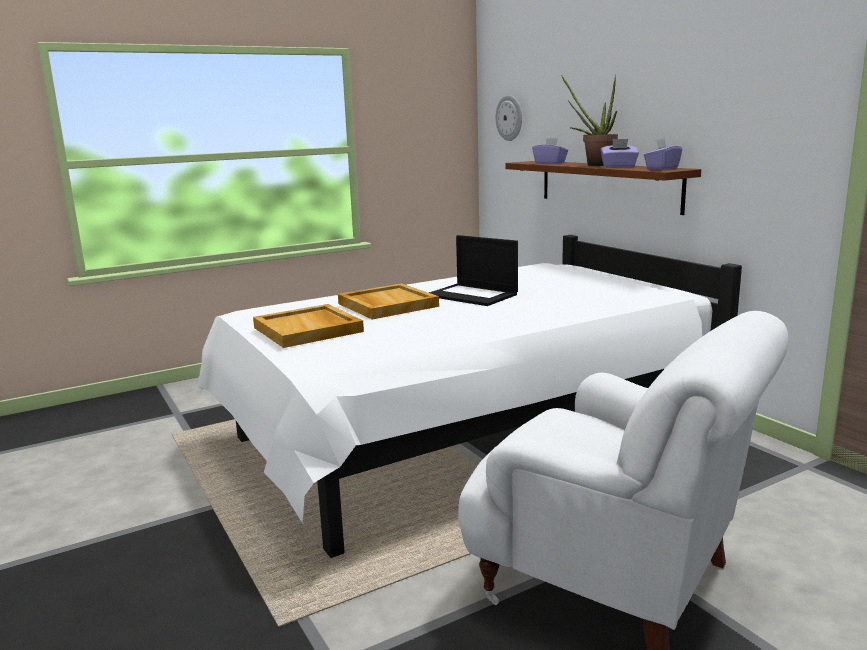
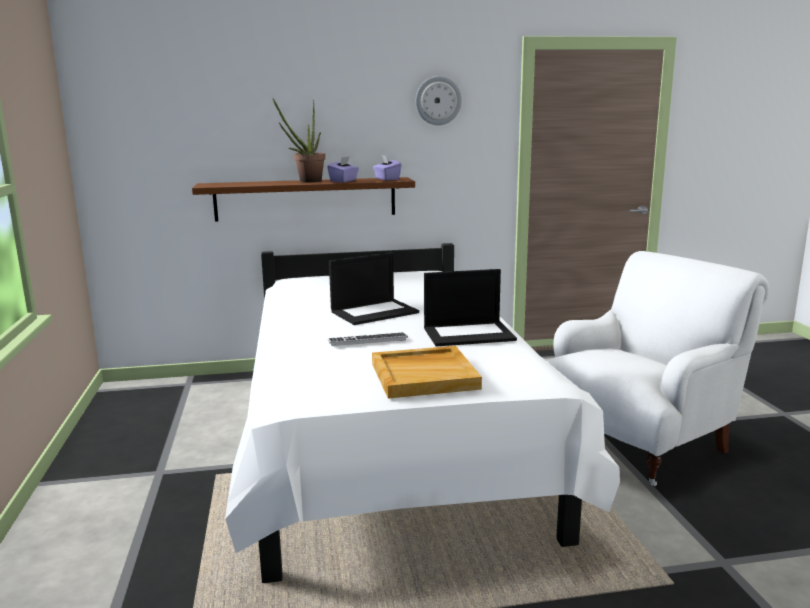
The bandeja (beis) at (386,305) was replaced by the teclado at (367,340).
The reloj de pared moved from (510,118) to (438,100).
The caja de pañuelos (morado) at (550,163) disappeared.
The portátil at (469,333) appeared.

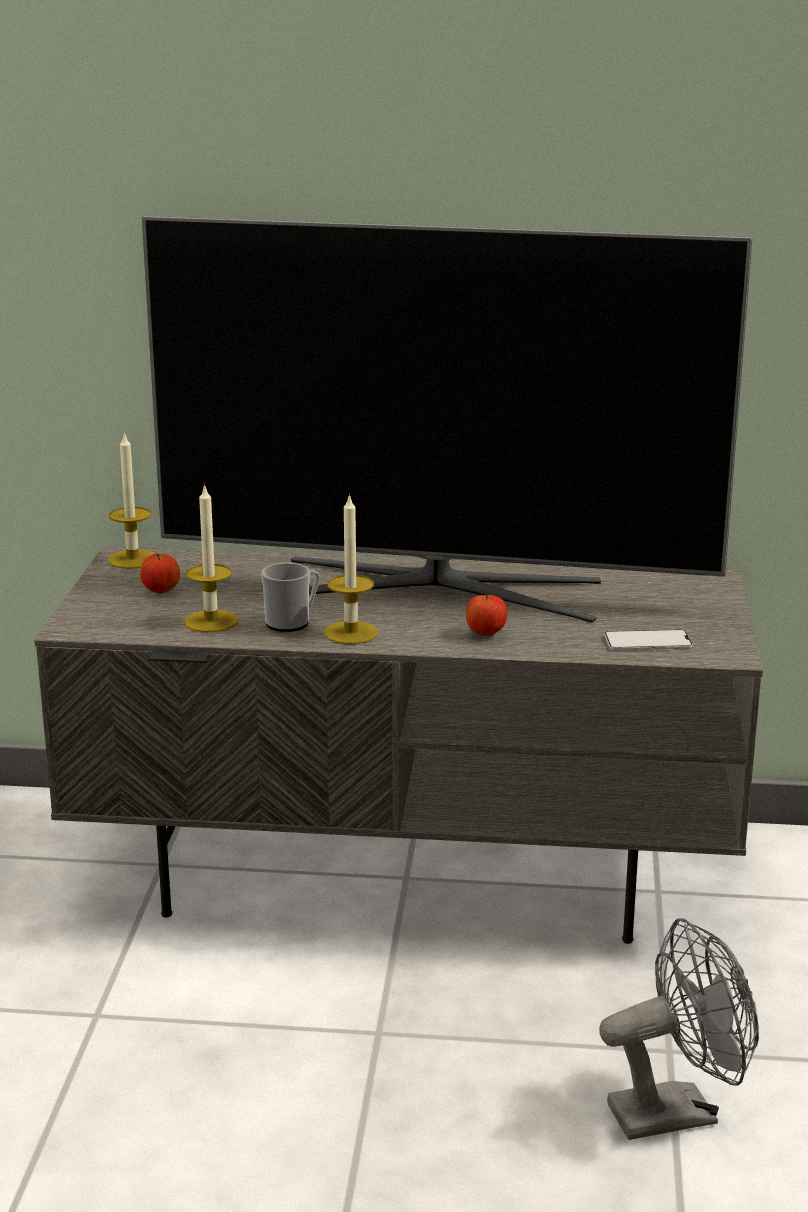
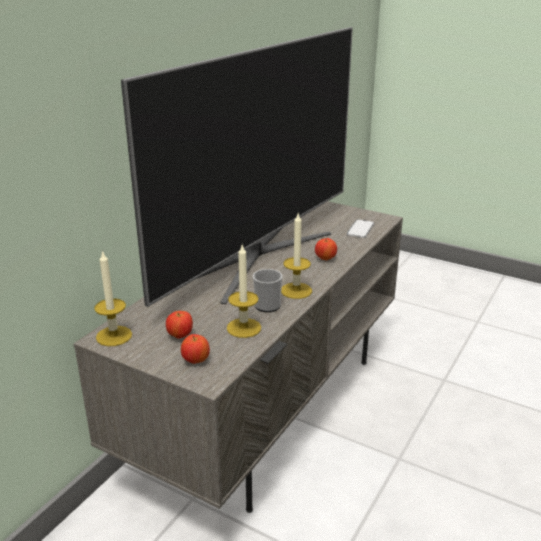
The ventilador (gris) at (677,1111) disappeared.
The manzana at (196,361) appeared.

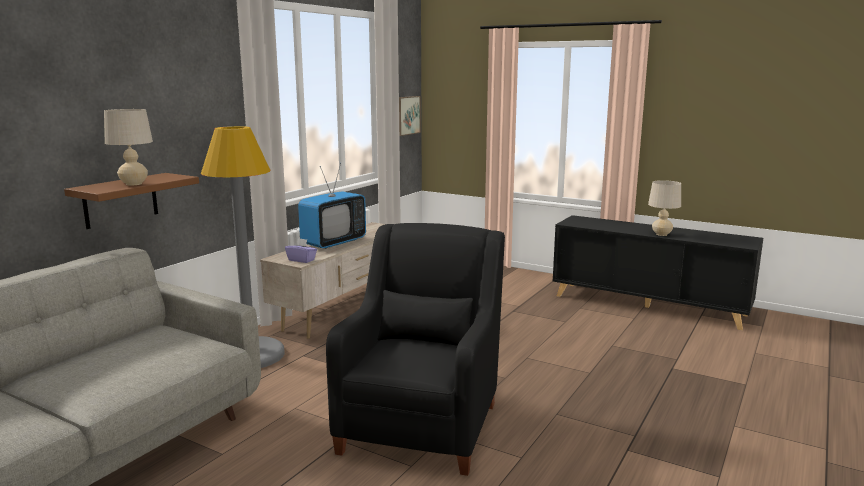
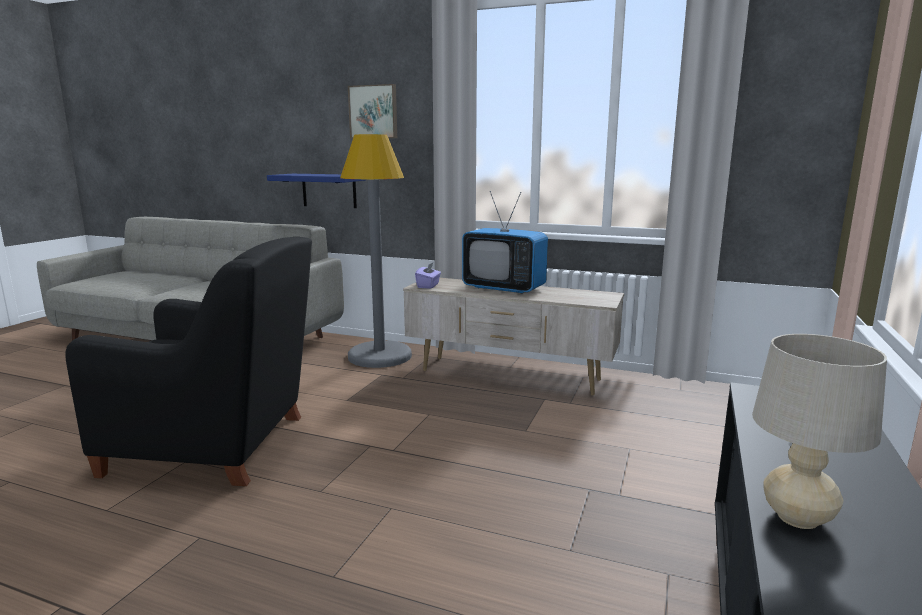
The estante (marrón) at (120,200) became the estante (azul) at (329,190).
The lámpara de mesa (beis) at (134,184) disappeared.
The cuadro moved from (407,115) to (374,112).

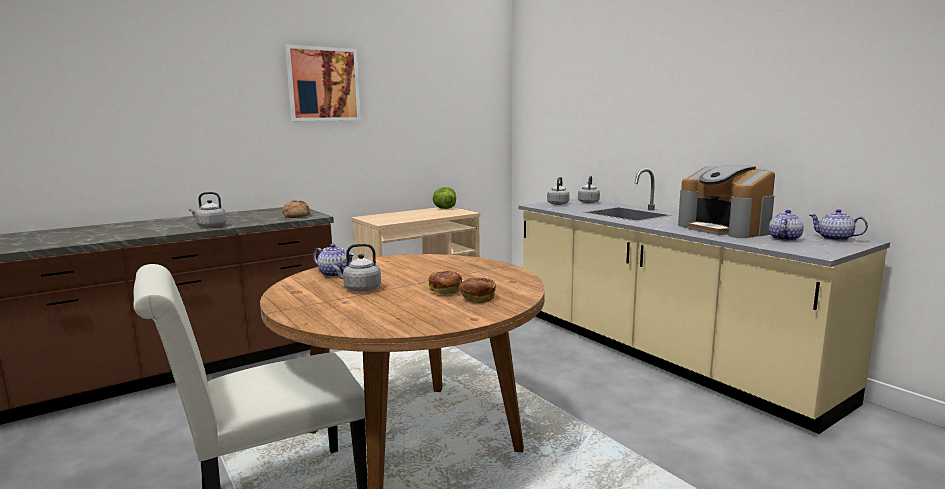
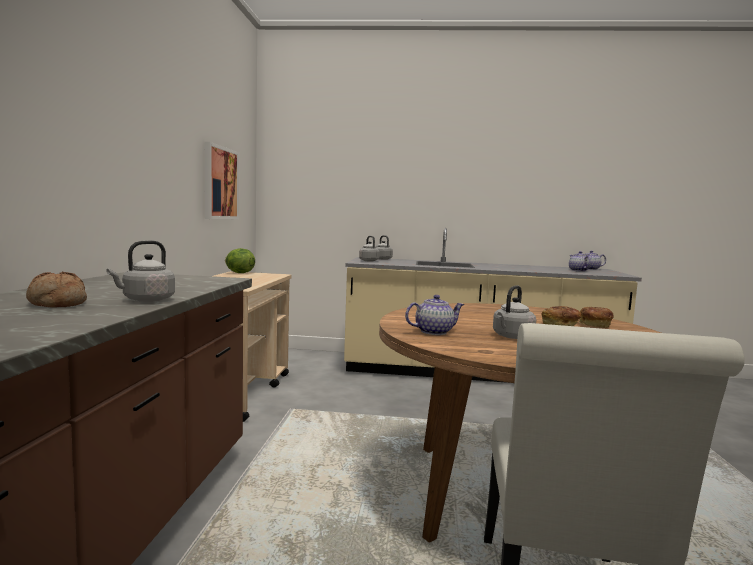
The pan moved from (296,216) to (56,303).
The cuadro moved from (323,84) to (220,183).
The cafetera at (725,229) disappeared.

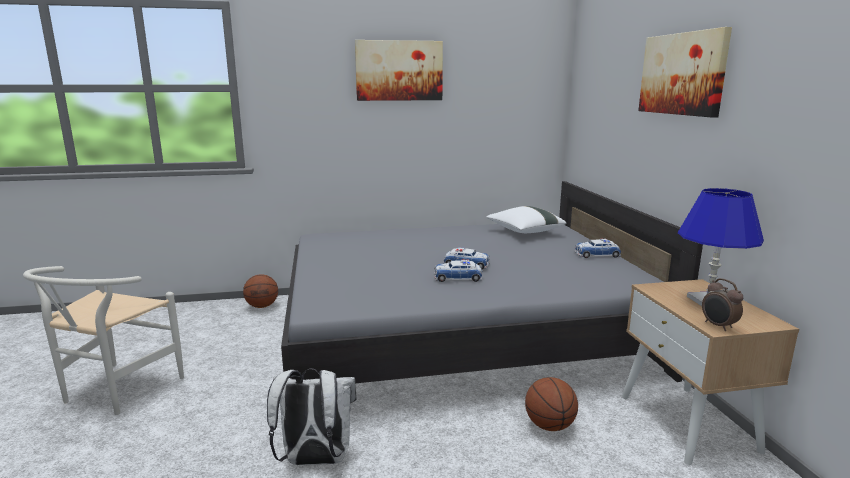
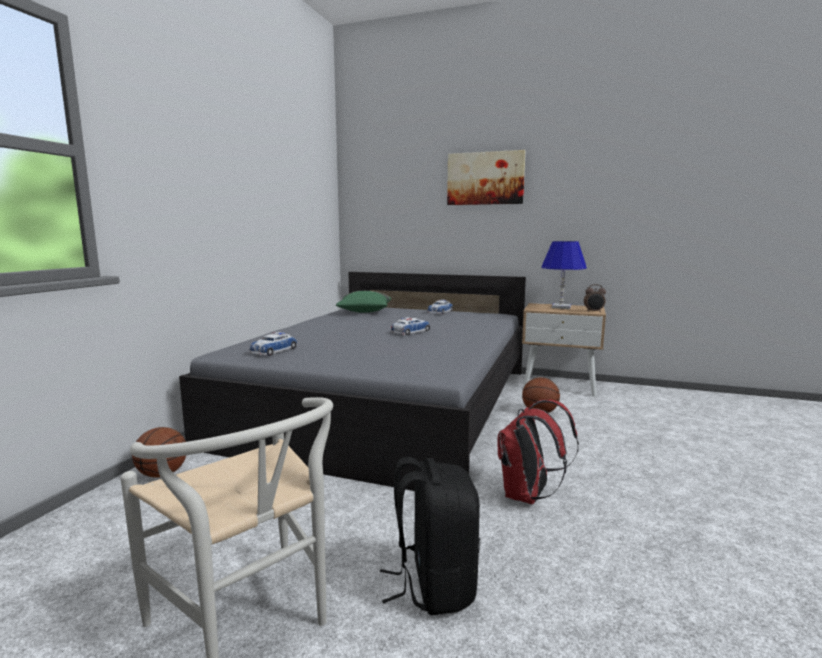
The mochila (blanco) at (315,460) became the mochila (rojo) at (528,496).
The cuadro at (399,70) disappeared.
The coche de juguete moved from (458,277) to (273,350).
The cojín (blanco) at (524,231) became the cojín (verde) at (364,312).
The mochila (negro) at (433,584) appeared.

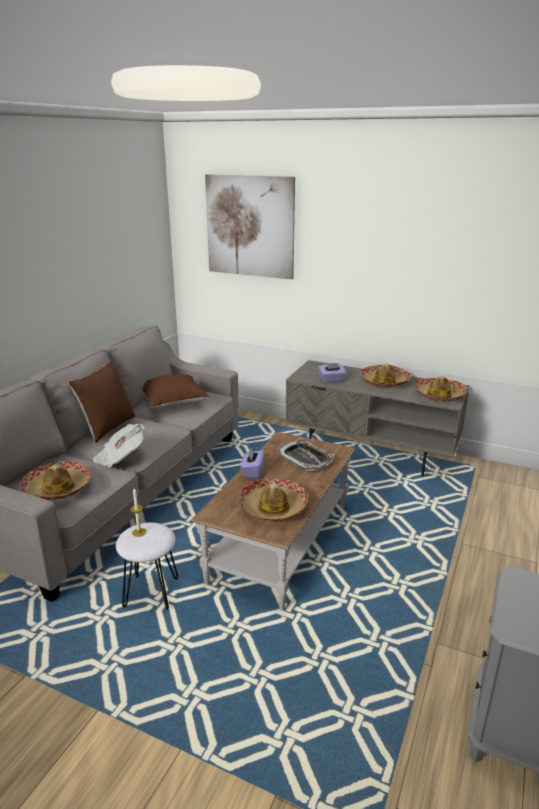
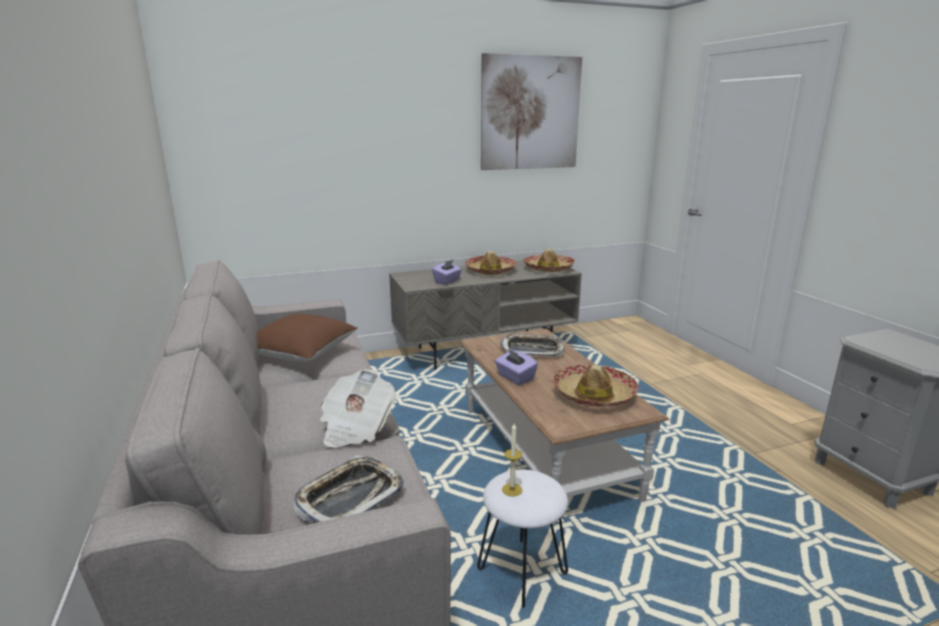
The sombrero at (58,488) was replaced by the bandeja at (350,497).
The cojín (marrón) at (107,427) disappeared.
The cuadro moved from (250,226) to (530,113).

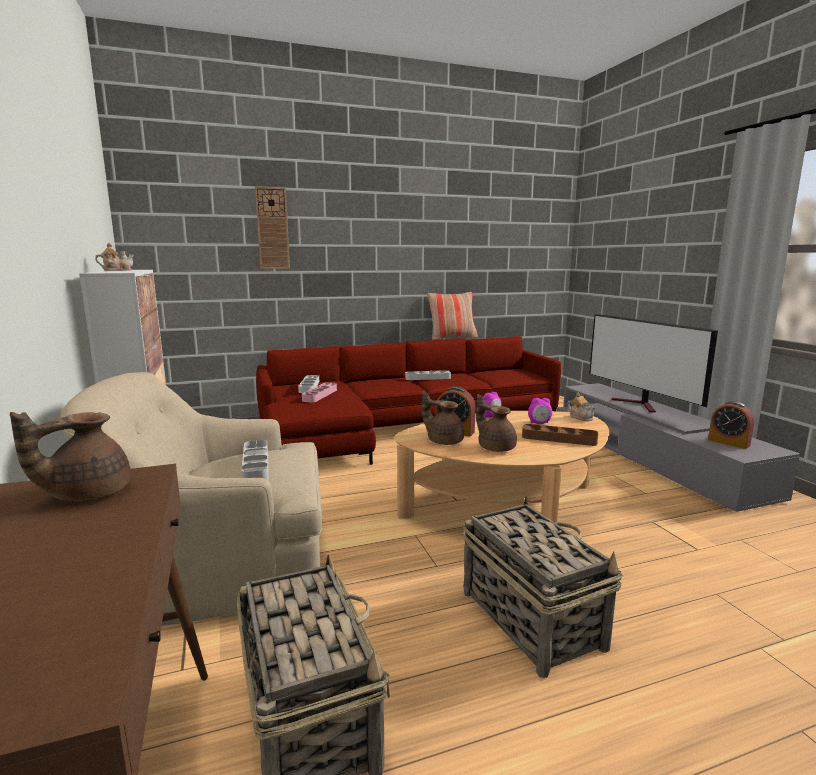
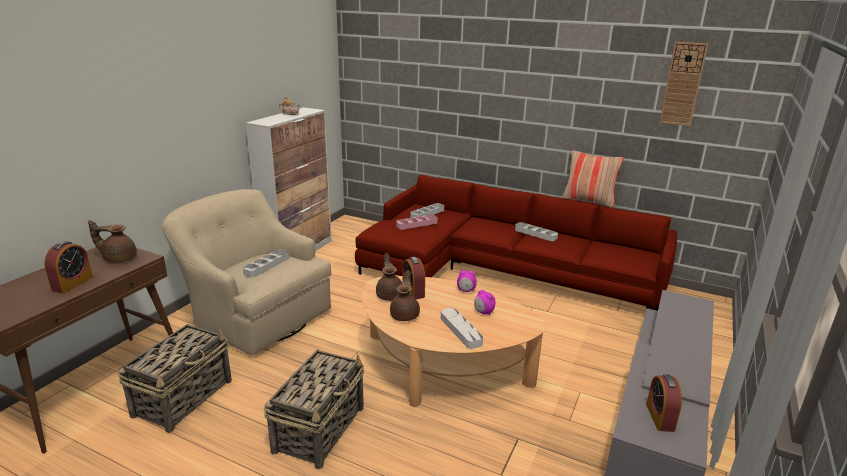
The reloj de pared moved from (272,228) to (683,84).
The bandeja (marrón) at (559,439) became the bandeja (gris) at (460,330).
The tetera at (581,417) disappeared.
The televisor at (640,405) disappeared.
The despertador at (72,283) appeared.

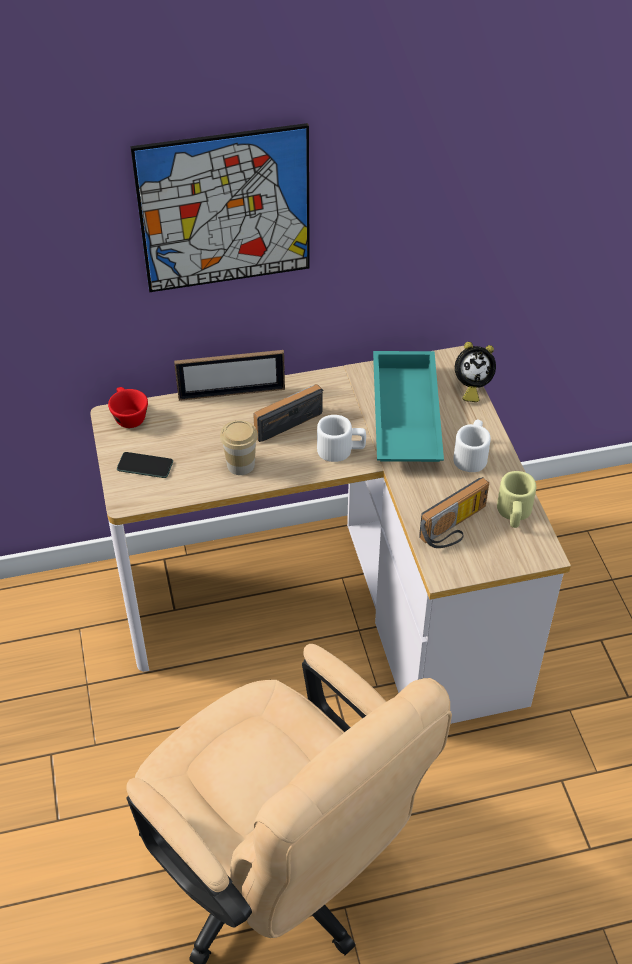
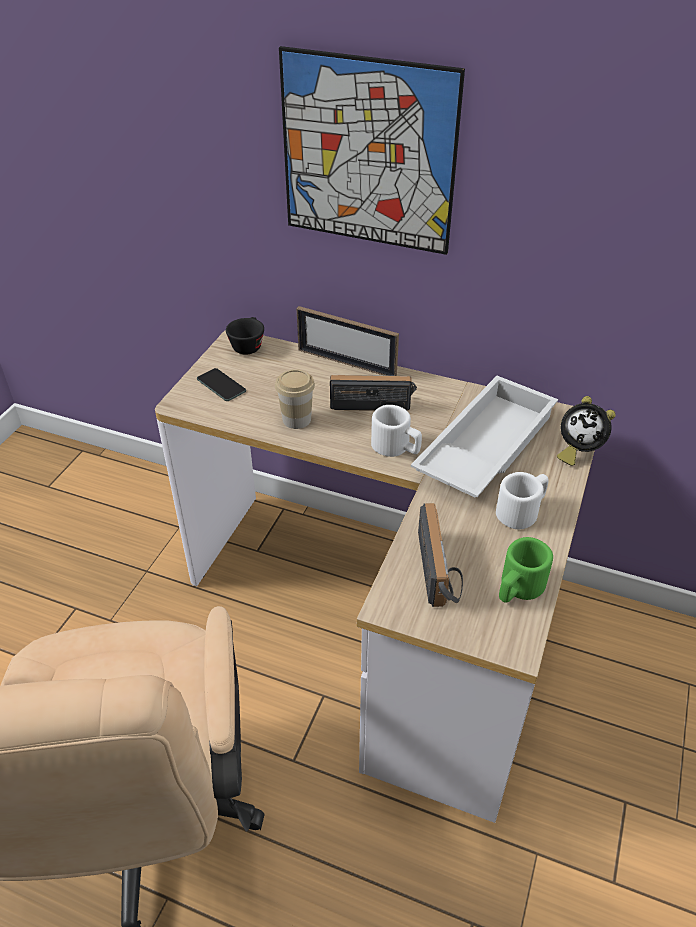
The taza (rojo) at (128,416) became the taza (negro) at (247,345).
The bandeja (turquesa) at (403,416) became the bandeja (blanco) at (483,446).
The radio at (455,528) turned 90 degrees counterclockwise.
The taza grande (beis) at (514,513) became the taza grande (verde) at (518,588).

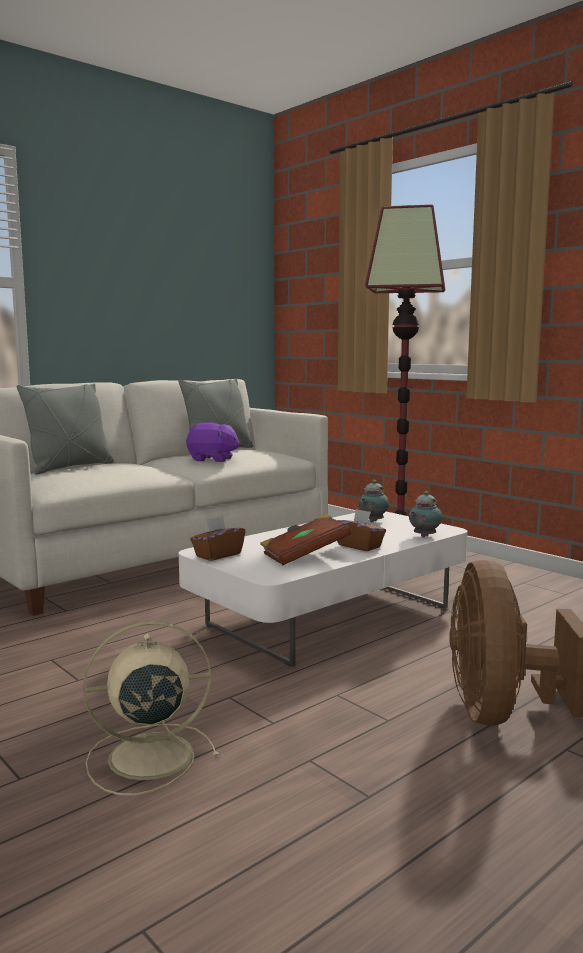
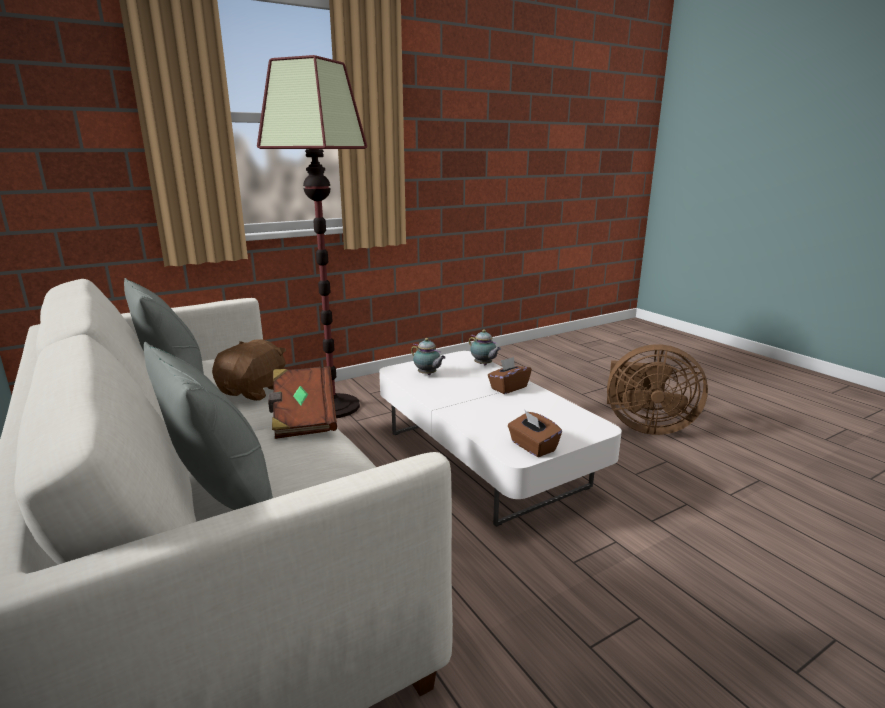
The ventilador (beis) at (147,757) disappeared.
The peluche (morado) at (212,459) became the peluche (marrón) at (254,391).
The libro (marrón) moved from (304,555) to (303,417).

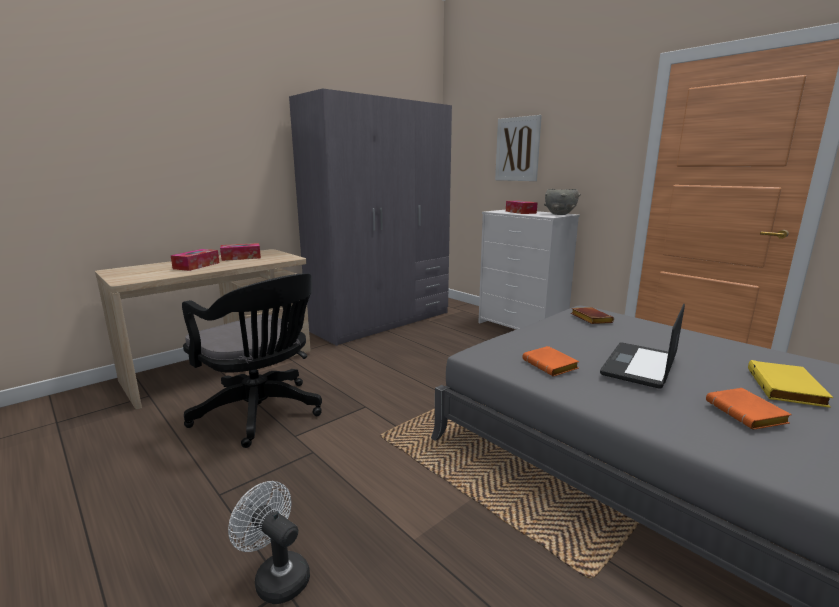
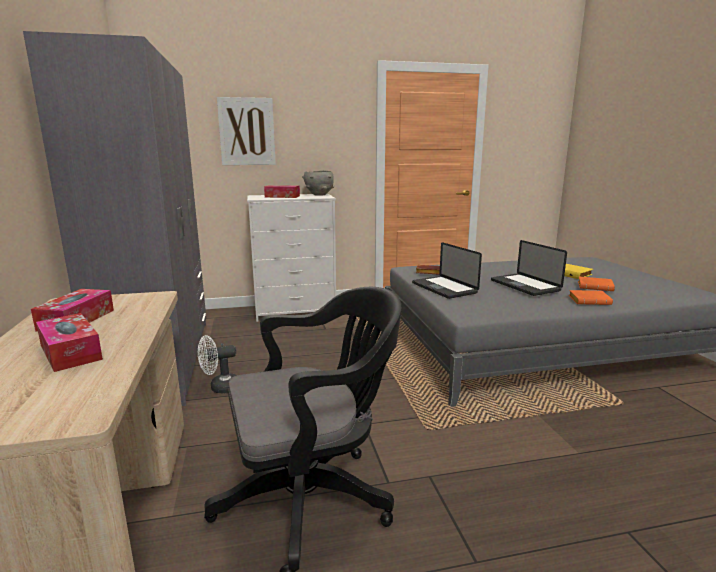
The ventilador (blanco) moved from (276,576) to (220,388).
The libro (naranja) moved from (551,366) to (590,301).
The portátil at (444,288) appeared.

